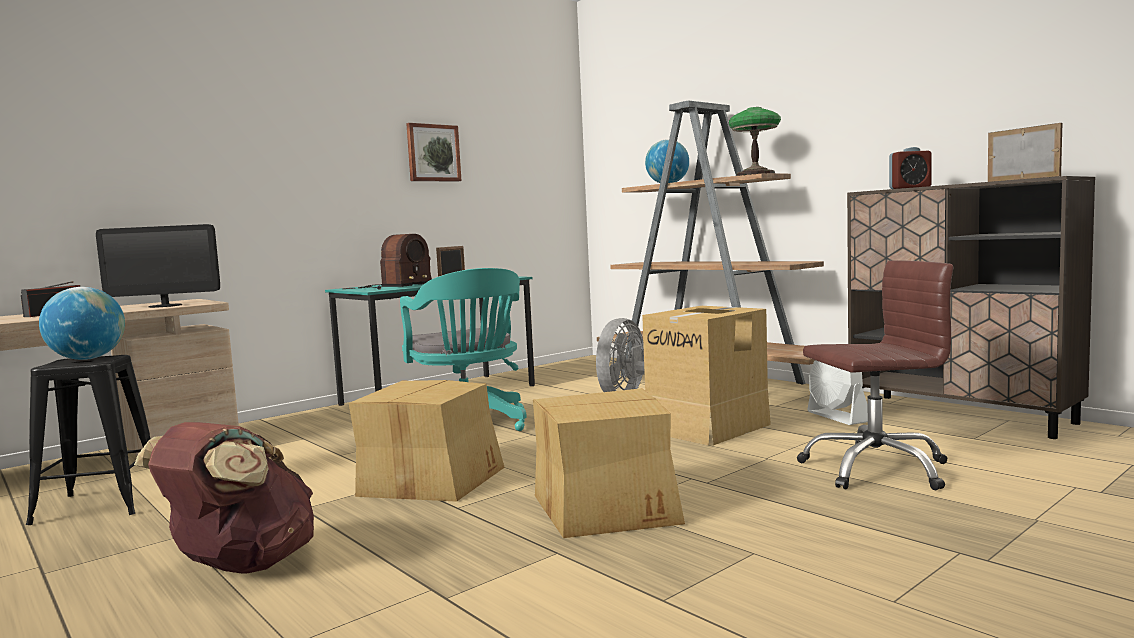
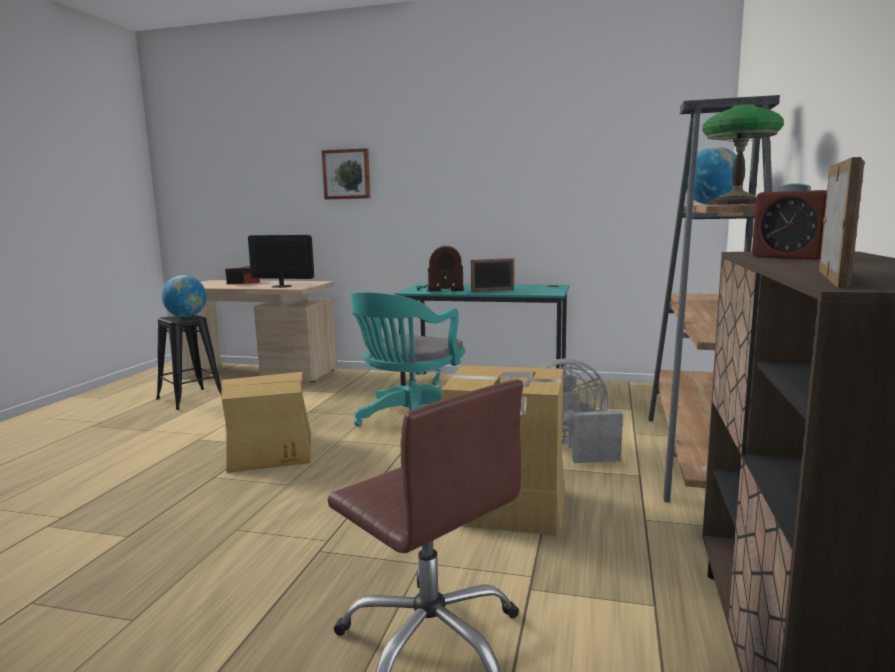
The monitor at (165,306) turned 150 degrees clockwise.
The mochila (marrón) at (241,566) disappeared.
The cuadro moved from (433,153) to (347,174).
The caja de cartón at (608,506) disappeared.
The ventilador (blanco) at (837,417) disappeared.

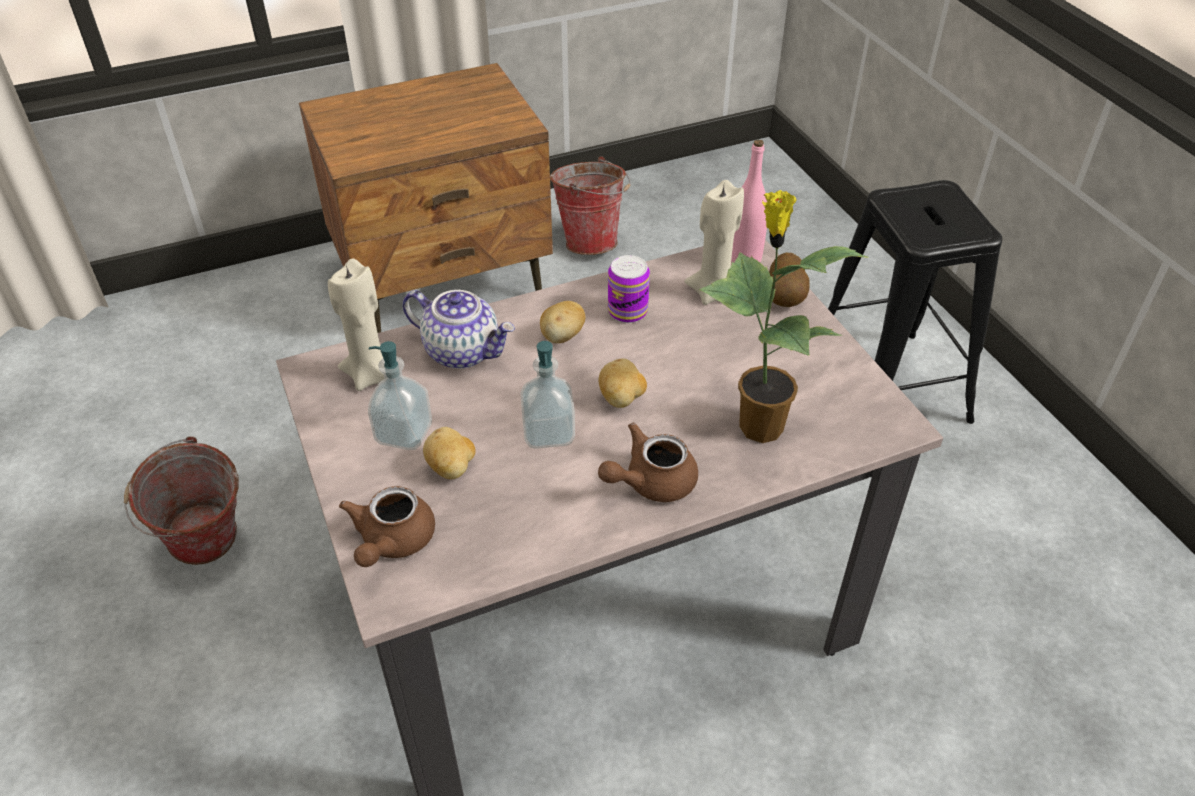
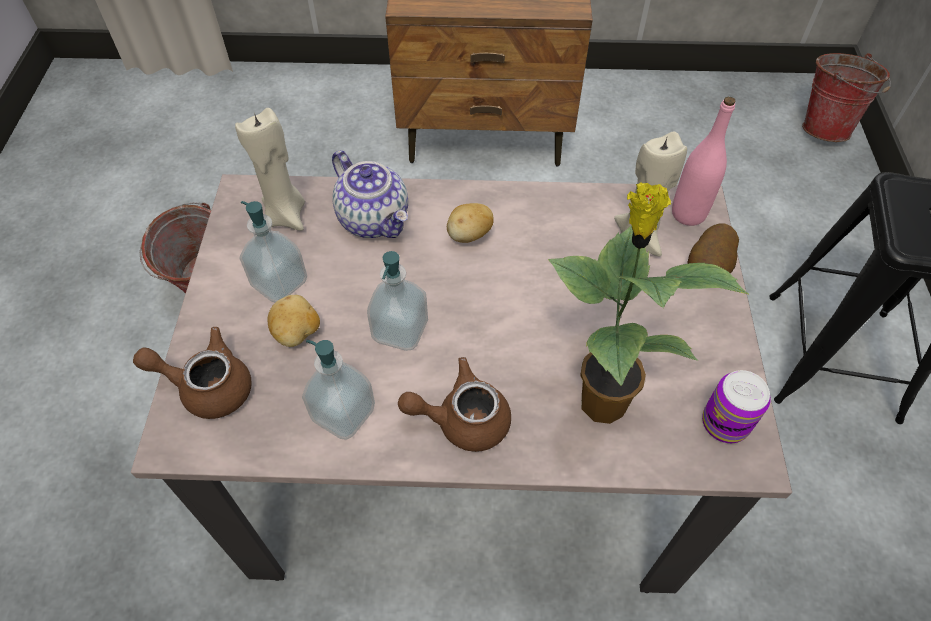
The tetera (marrón) at (392,542) turned 60 degrees clockwise.
The cubo moved from (591,240) to (826,126).
The patata at (622,399) disappeared.
The lata moved from (627,311) to (725,423).
The dispensador de jabón at (343,413) appeared.

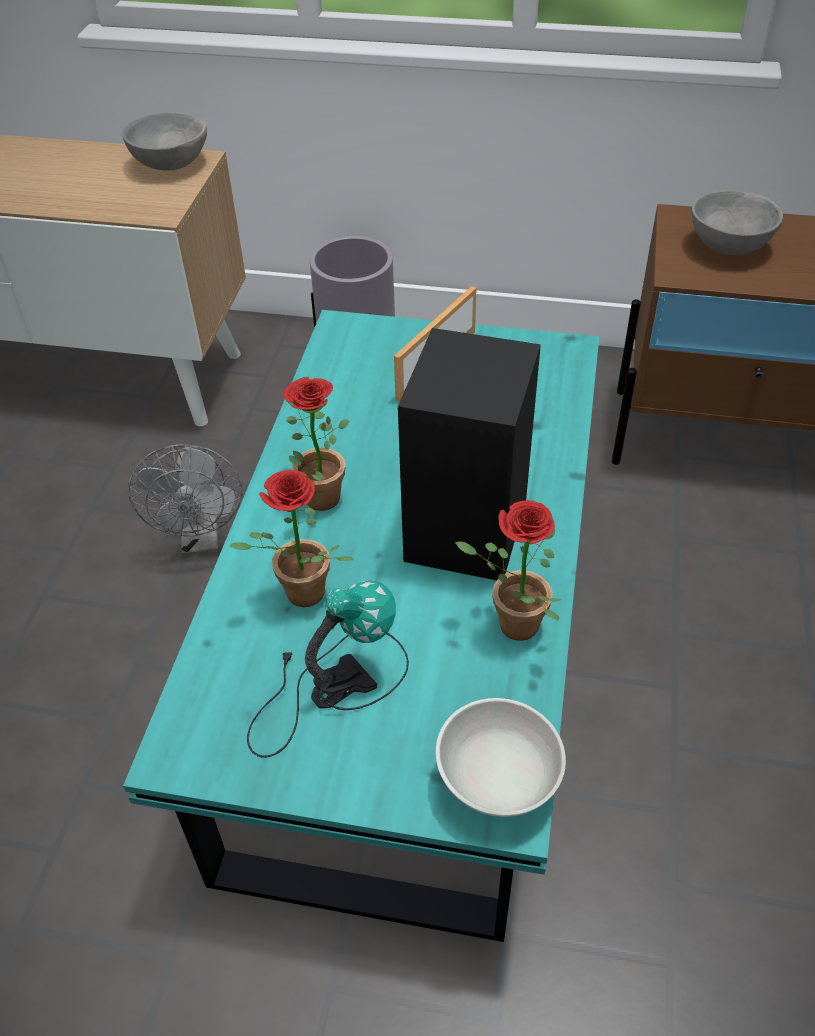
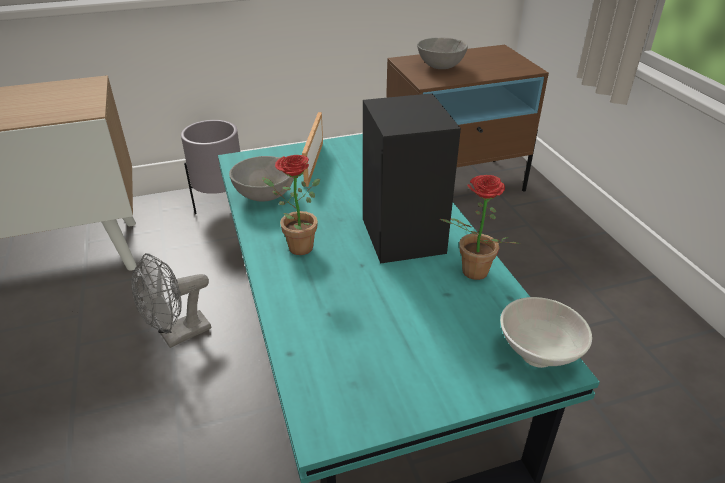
The cuenco (gris) moved from (170,164) to (264,195).
The ventilador (gris) at (201,540) turned 90 degrees clockwise.
The planta en maceta at (299,598) disappeared.
The lámpara de mesa at (329,685) disappeared.

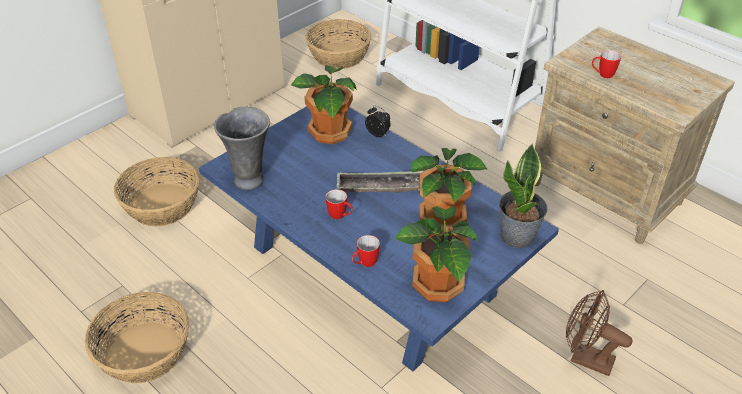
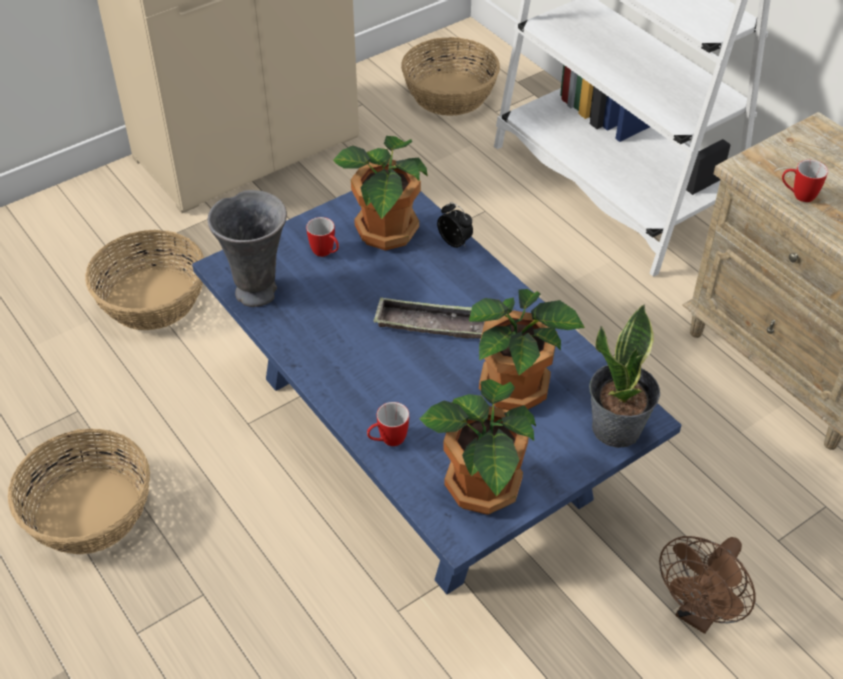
The taza grande moved from (340,216) to (326,253).
The ventilador (marrón) at (585,358) turned 90 degrees counterclockwise.

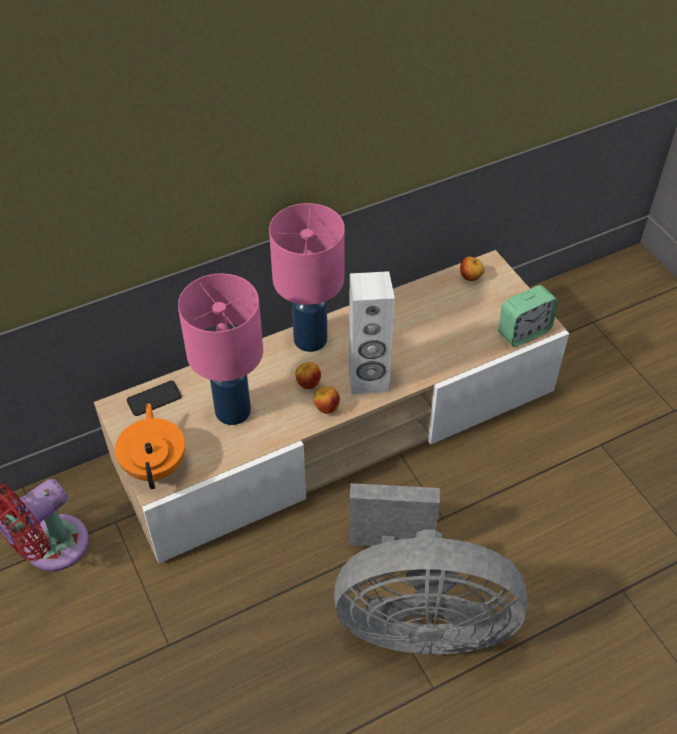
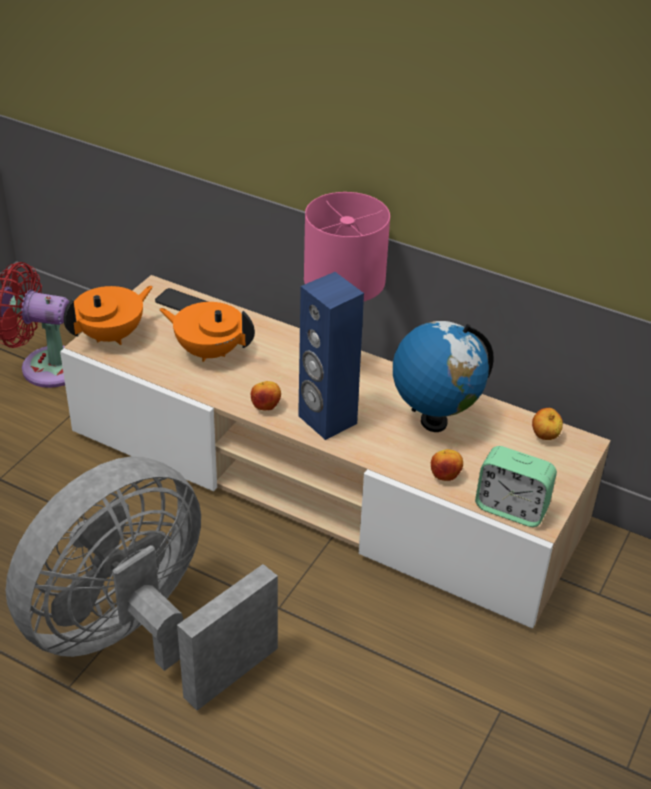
The lámpara de mesa (rosa) at (231,410) was replaced by the tetera (naranja) at (209,351).
The manzana moved from (308,384) to (445,476).
The ventilador (gris) at (417,618) turned 75 degrees clockwise.
The altavoz (blanco) at (368,380) became the altavoz (azul) at (326,420).
The globo terráqueo at (434,421) appeared.

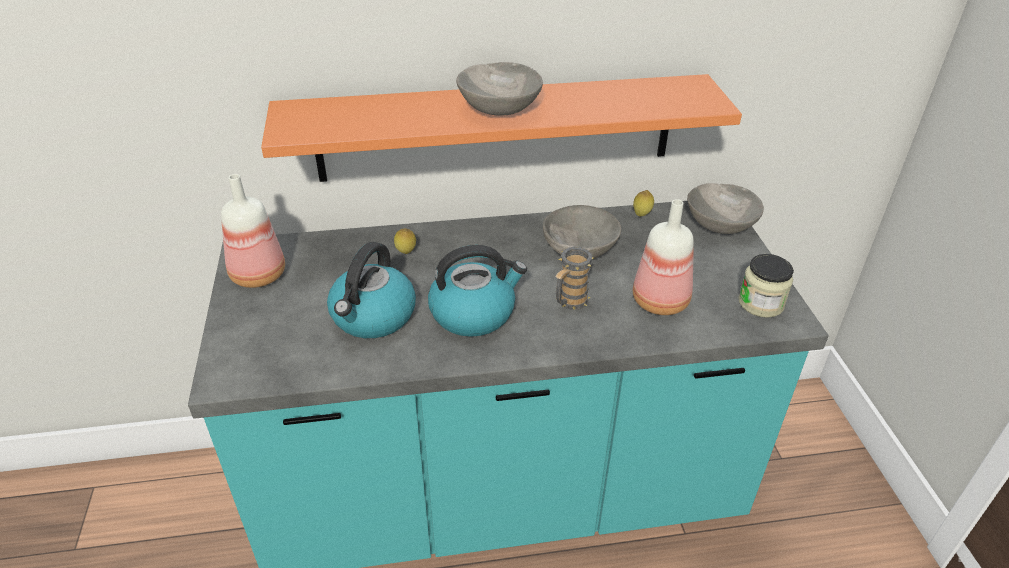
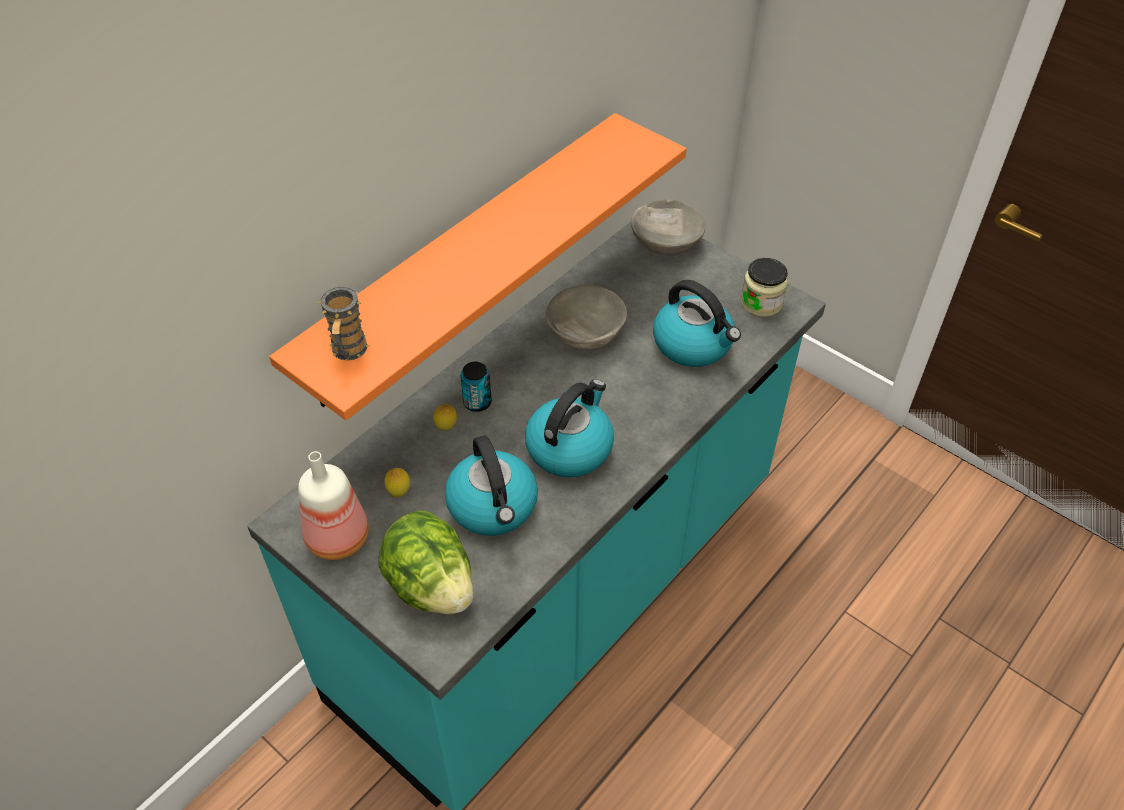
The cuenco (gris) at (498,108) disappeared.
The taza grande moved from (569,303) to (348,352).
The limón moved from (641,215) to (399,493).
The botella at (661,300) was replaced by the hervidor at (694,344).
The lechuga at (431,586) appeared.
The lata at (477,402) appeared.

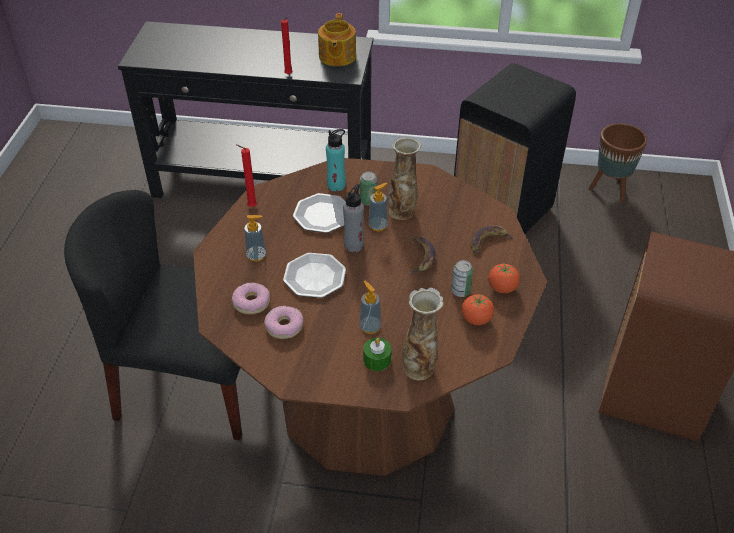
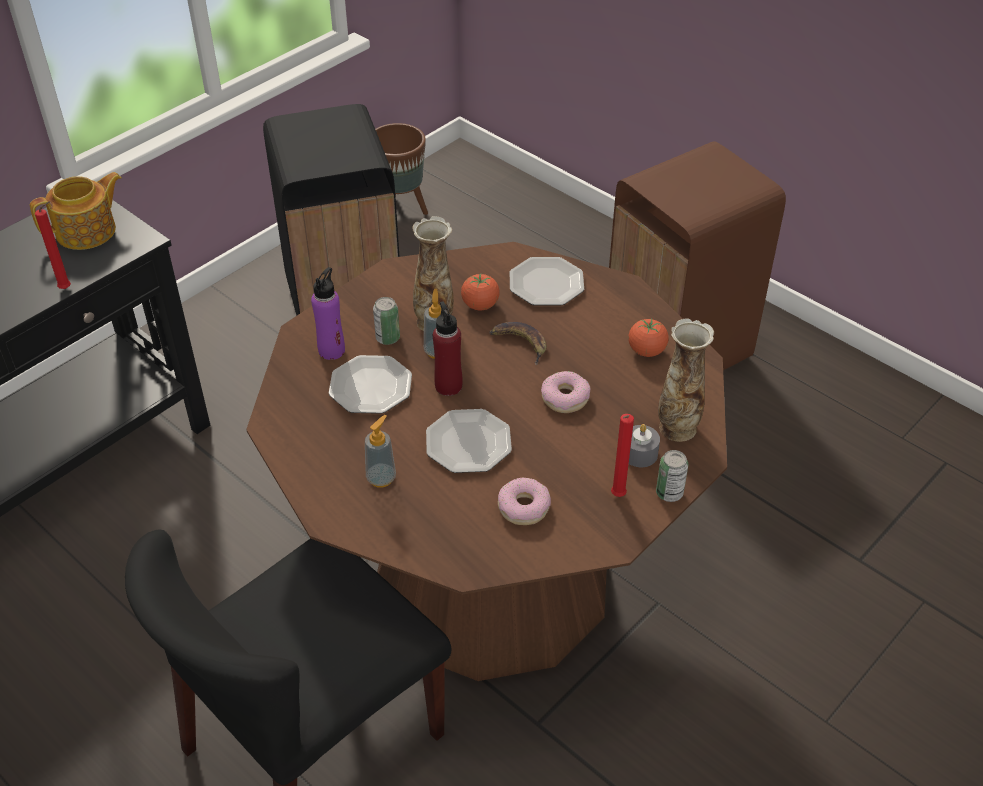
The rosquilla moved from (251,303) to (565,398).
The vela (rojo) moved from (250,206) to (617,497).
The tetera at (336,57) turned 75 degrees counterclockwise.
The botella (turquesa) at (336,185) became the botella (morado) at (331,350).
The botella (gris) at (354,245) became the botella (rojo) at (448,386).
The dispensador de jabón at (370,327) disappeared.
The vela (verde) at (377,360) became the vela (gris) at (639,454).
The lata moved from (460,291) to (669,493).
The plátano at (488,242) was replaced by the plato at (545,283).
The tomate moved from (502,288) to (480,305).

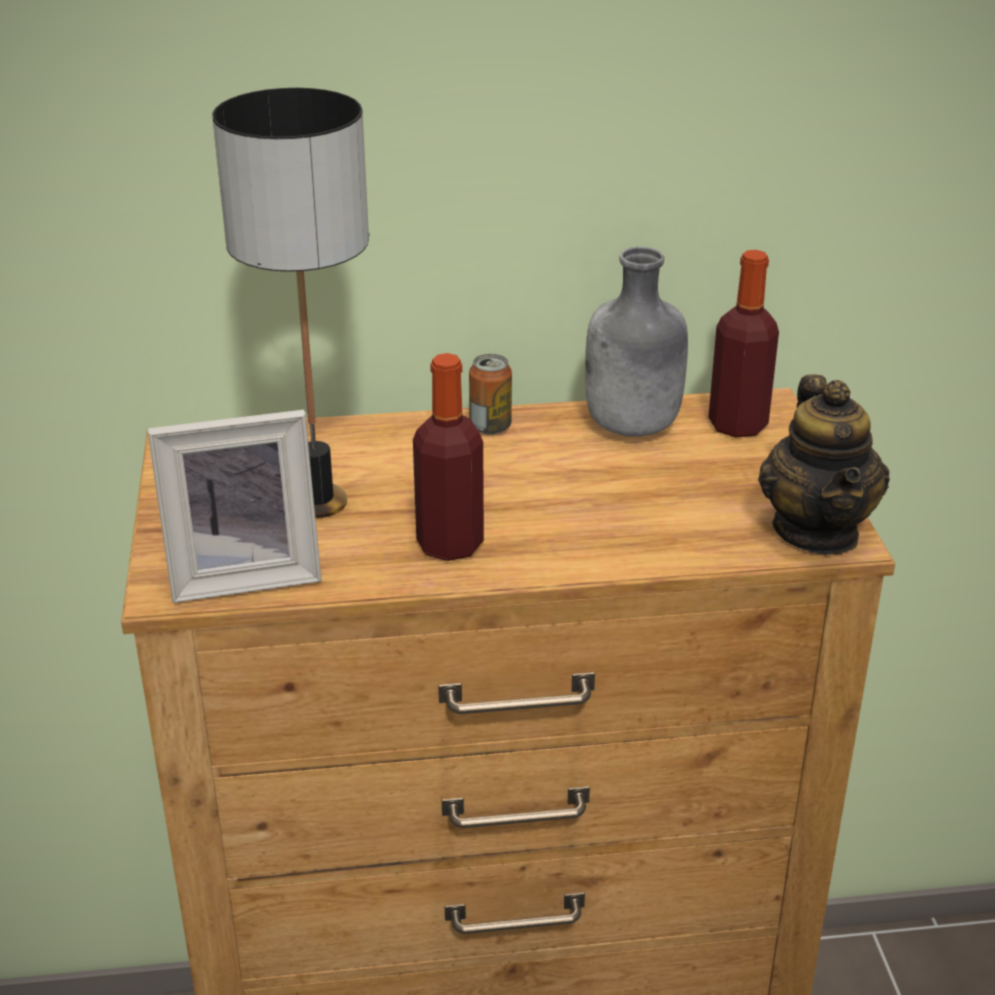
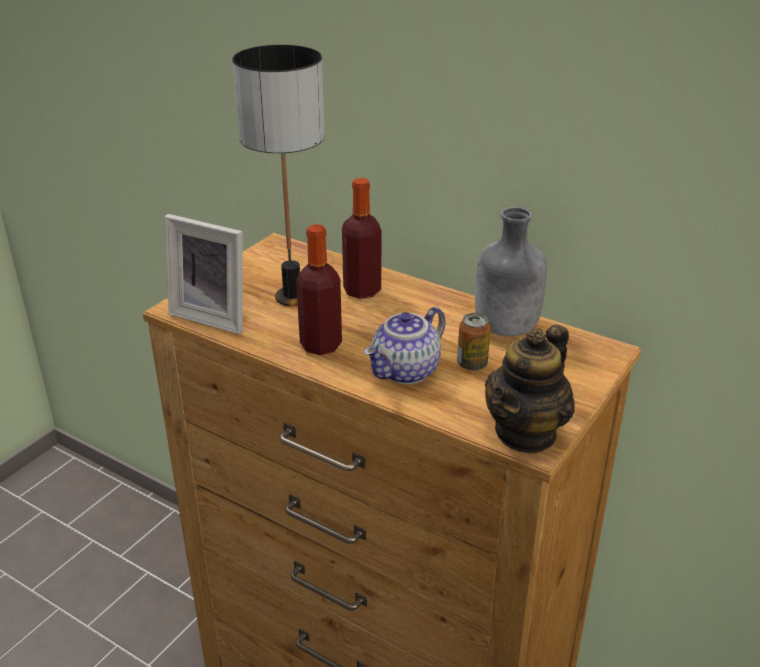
The lata moved from (490,426) to (472,364).
The botella moved from (737,425) to (362,290).
The tetera at (406,372) appeared.

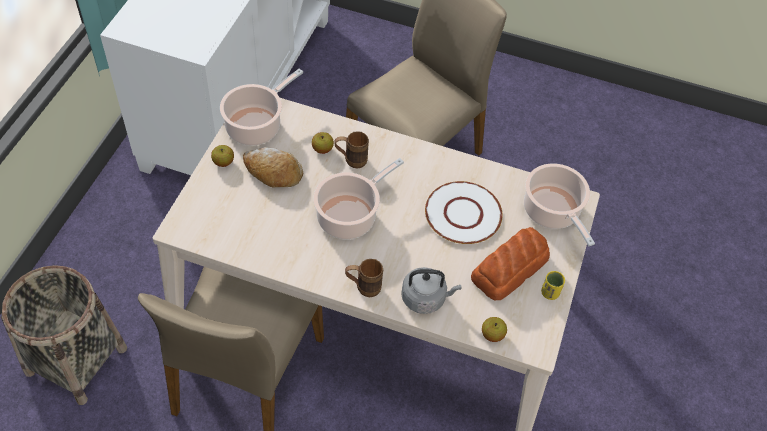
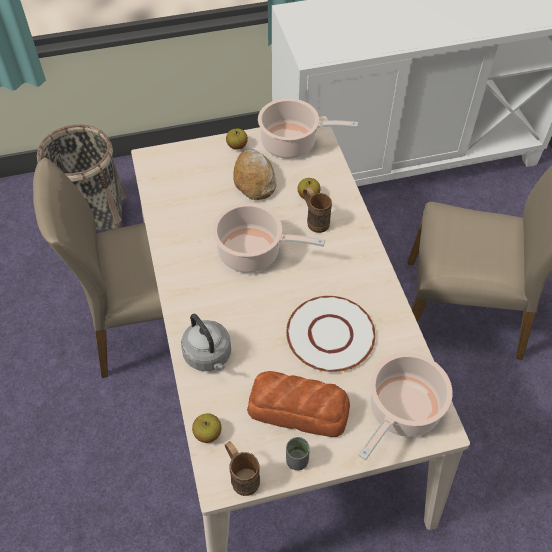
The taza grande (marrón) moved from (363,287) to (241,475).
The taza (amarillo) at (550,293) became the taza (gris) at (297,460).

